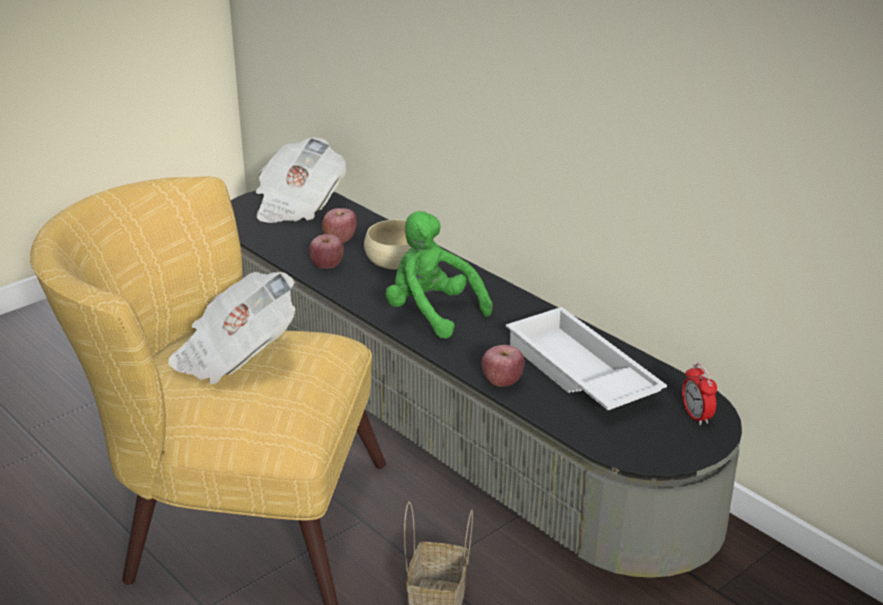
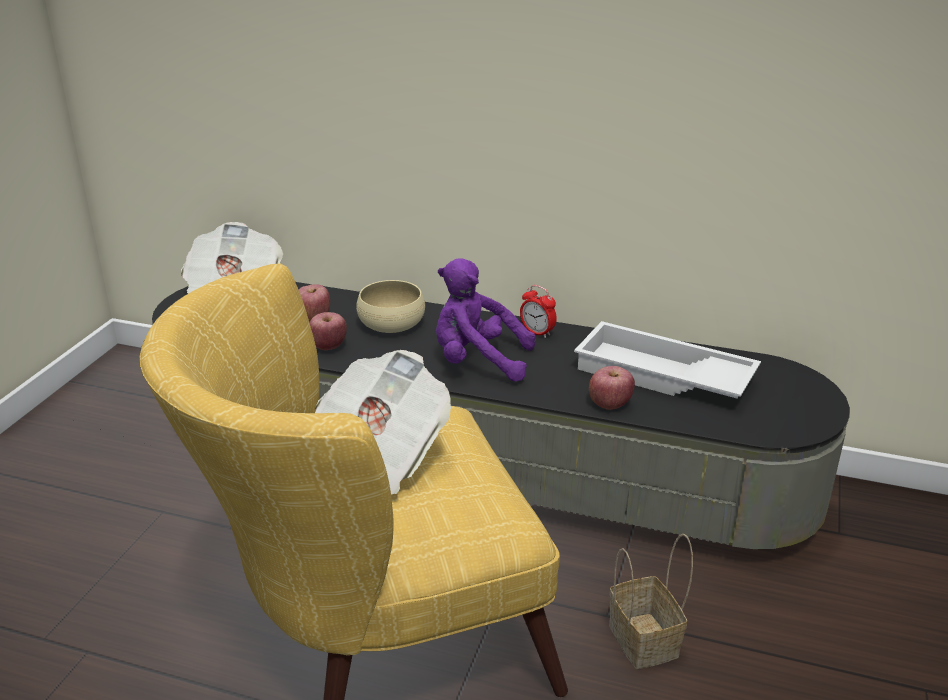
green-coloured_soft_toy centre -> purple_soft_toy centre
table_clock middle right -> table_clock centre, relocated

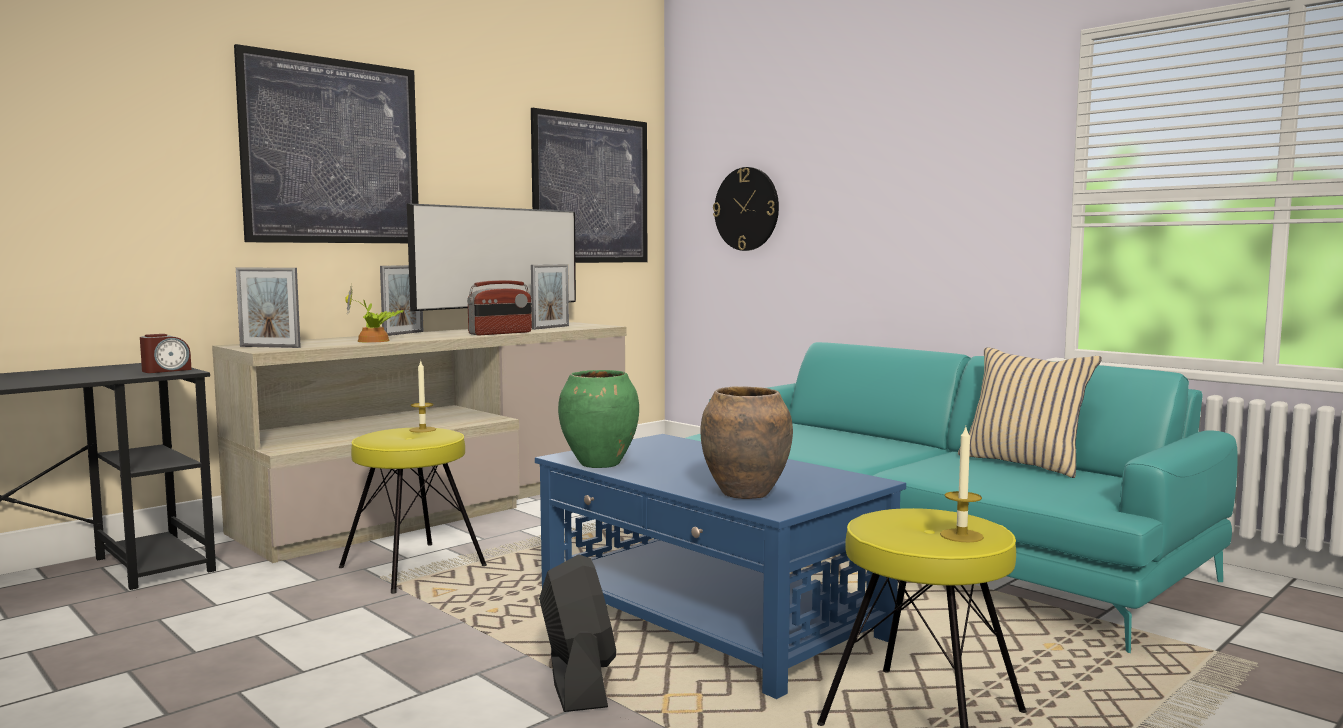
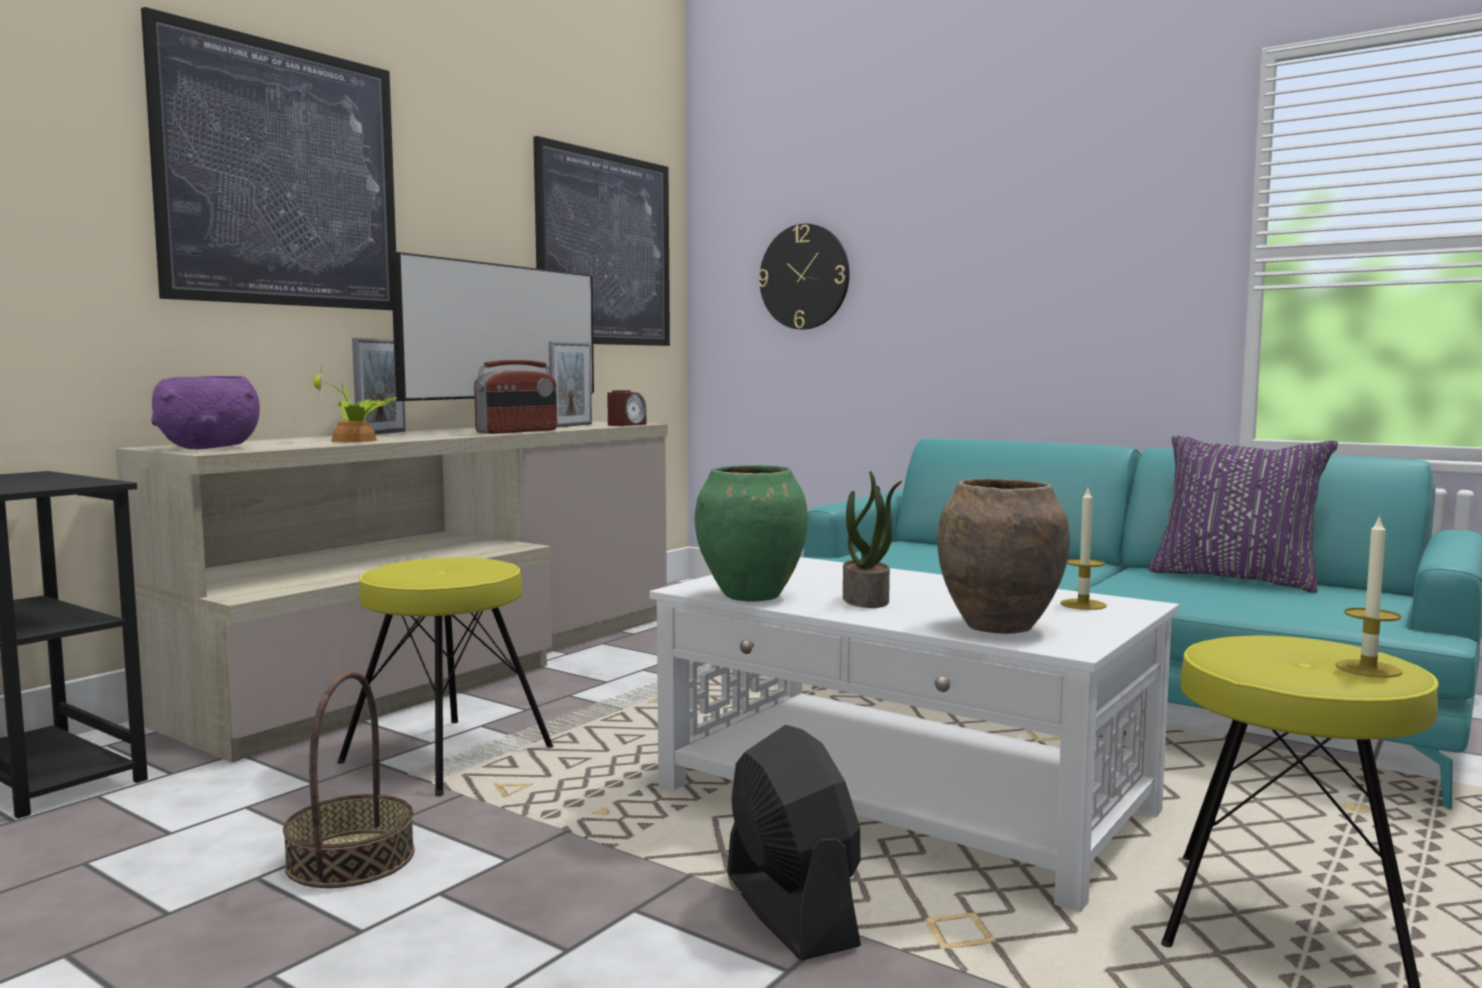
photo_frame (no. 1 from left) middle left -> purple_bowl middle left
none -> household_basket bottom left
table_clock middle left -> table_clock centre, relocated
blue-coloured_lounge_table bottom centre -> white-coloured_lounge_table bottom centre
none -> plant_in_a_pot (no. 2 from left) centre
wax_candle (no. 1 from left) middle left -> wax_candle (no. 1 from left) middle right, relocated
sand-coloured_pillow middle right -> purple_pillow middle right

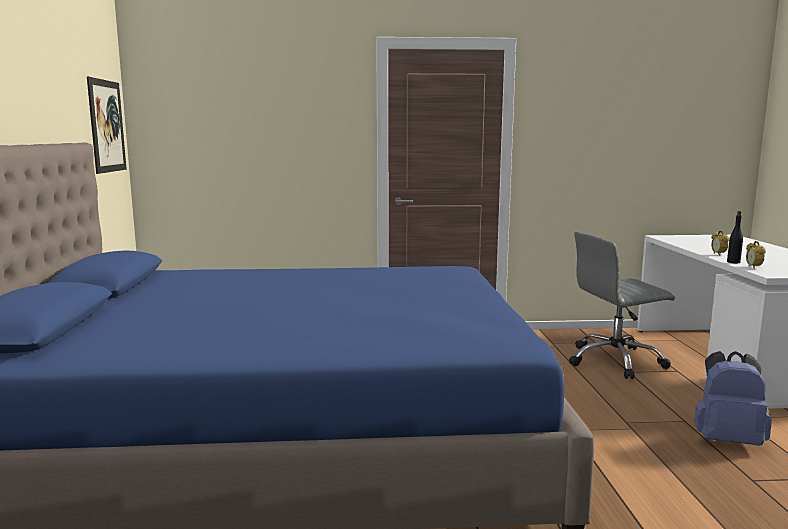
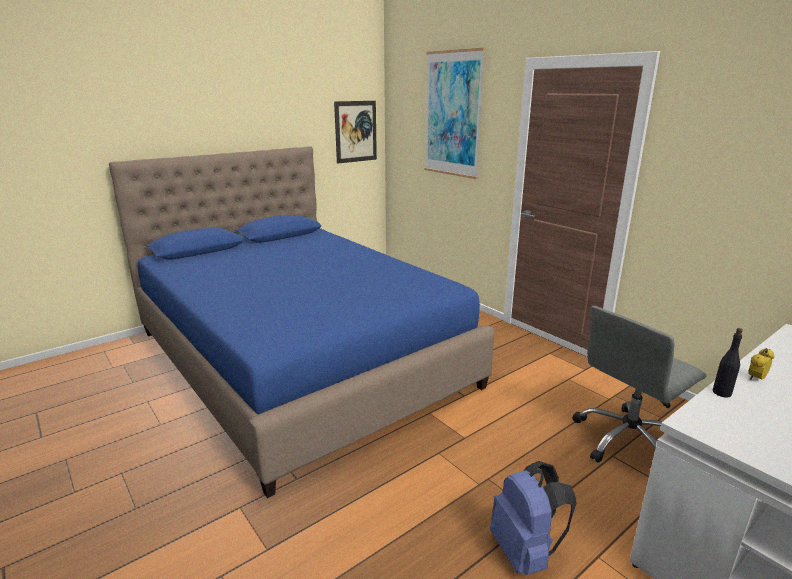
none -> wall_picture (no. 2 from left) top centre
grey_office_chair middle right, 75 degrees counterclockwise
table_clock (no. 2 from left) middle right -> none

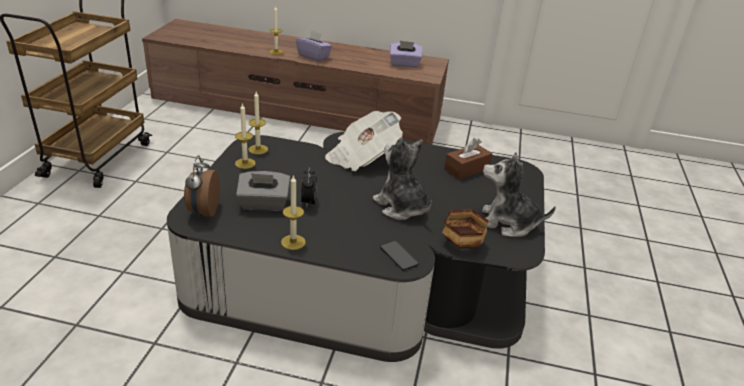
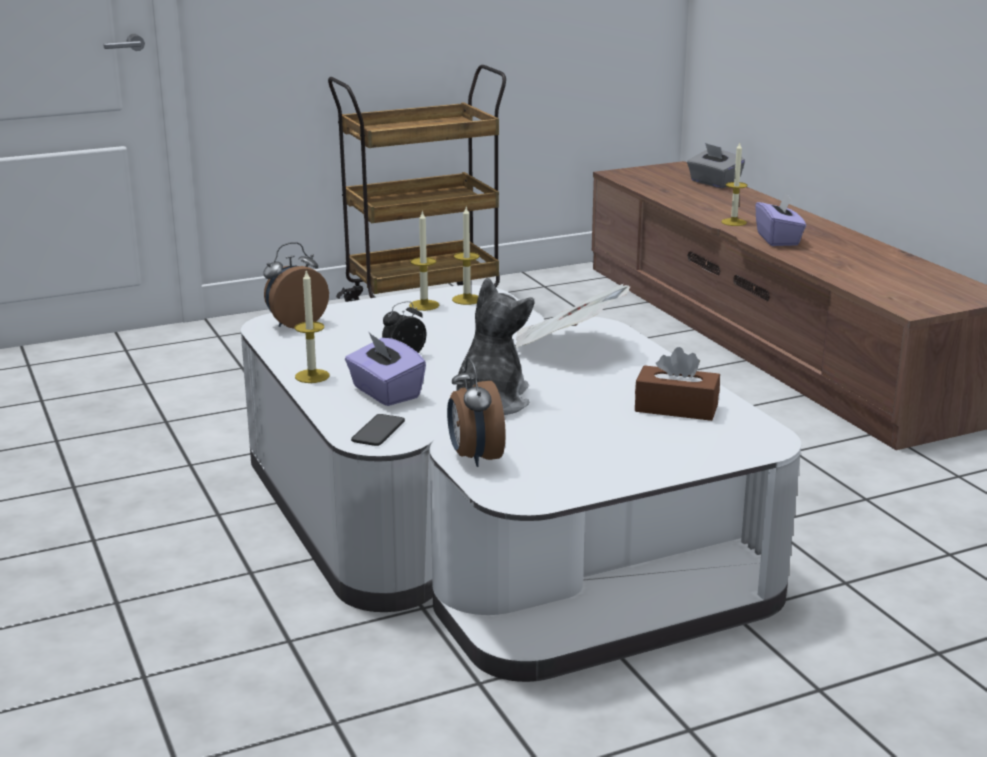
blackish_lounge_table centre -> white-coloured_lounge_table centre
purple_tissue_box (no. 2 from left in the first image) top centre -> purple_tissue_box (no. 1 from left) centre, relocated
bowl centre -> table_clock (no. 3 from left) centre
grey_tissue_box centre -> grey_tissue_box top right, relocated
soft_toy (no. 2 from left) middle right -> none

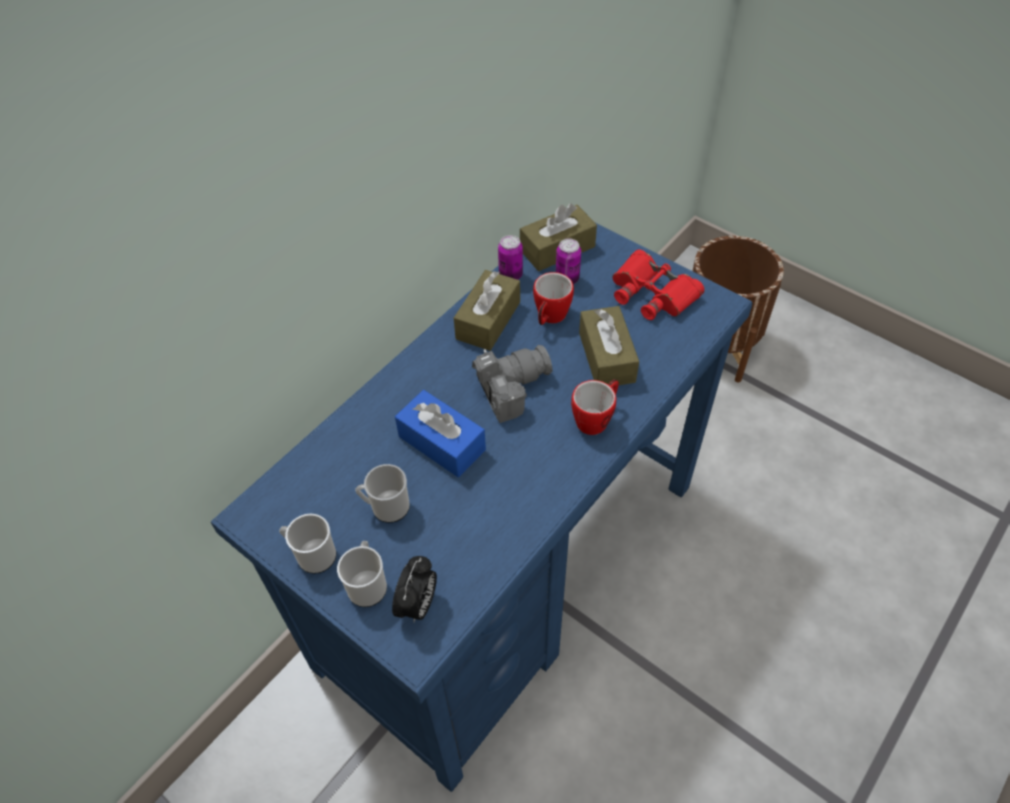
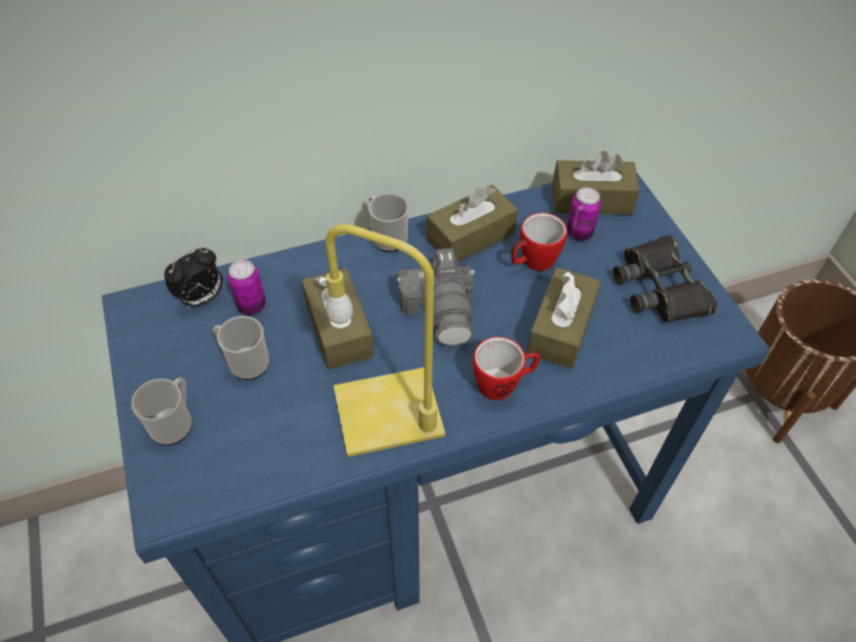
table_clock bottom centre -> table_clock middle left, relocated
sealed_can (no. 1 from left) top centre -> sealed_can (no. 1 from left) middle left, relocated
blue-coloured_tissue_box centre -> brownish_tissue_box (no. 1 from left) centre
none -> yellow_tabletop_lamp centre
mug (no. 1 from left in the first image) bottom left -> mug (no. 3 from left) centre, relocated
photo_camera centre, 75 degrees clockwise
reddish_field_glasses centre -> blackish_field_glasses middle right

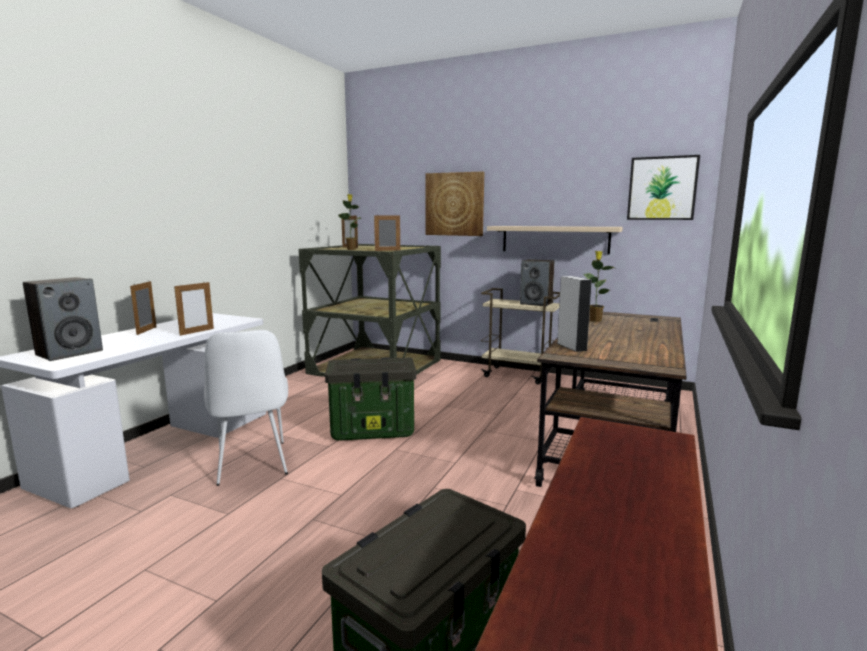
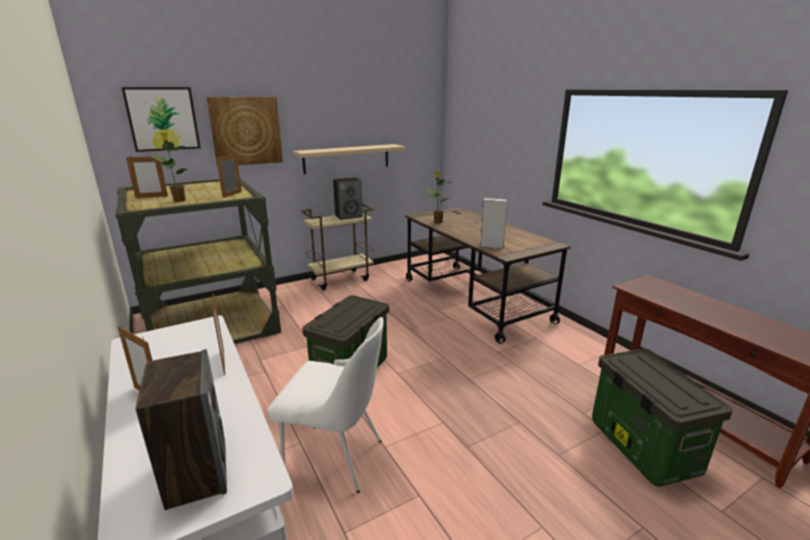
wall_picture (no. 2 from left in the first image) top right -> wall_picture (no. 1 from left) top left, relocated

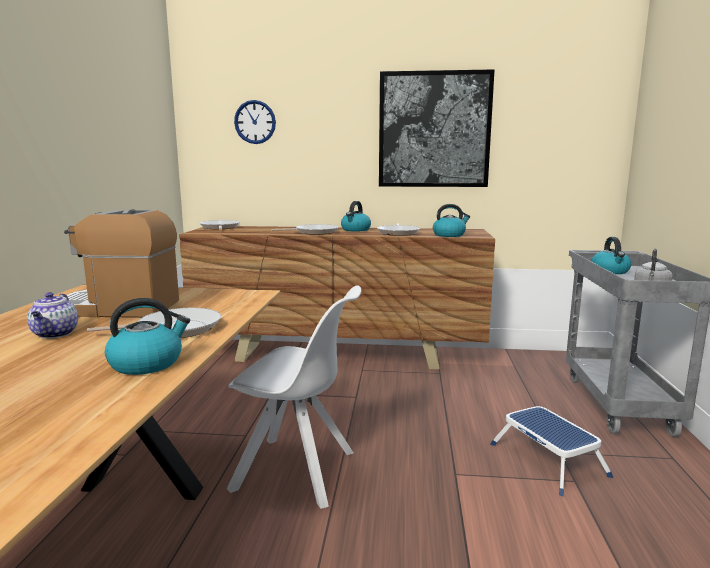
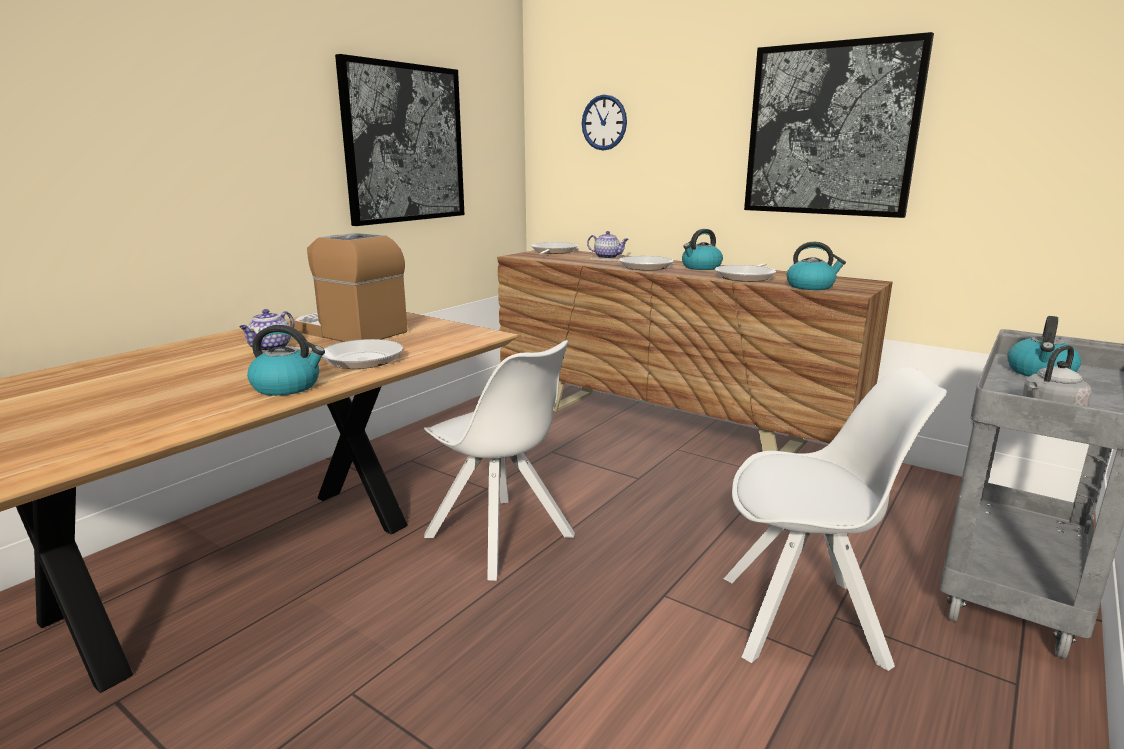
none -> wall_picture (no. 1 from left) top centre
none -> teapot (no. 2 from left) top centre
blue-coloured_stepladder bottom right -> white-coloured_upright_chair (no. 2 from left) bottom right

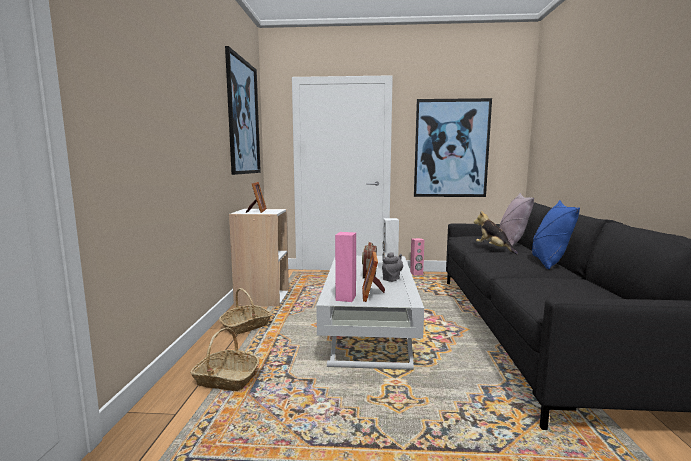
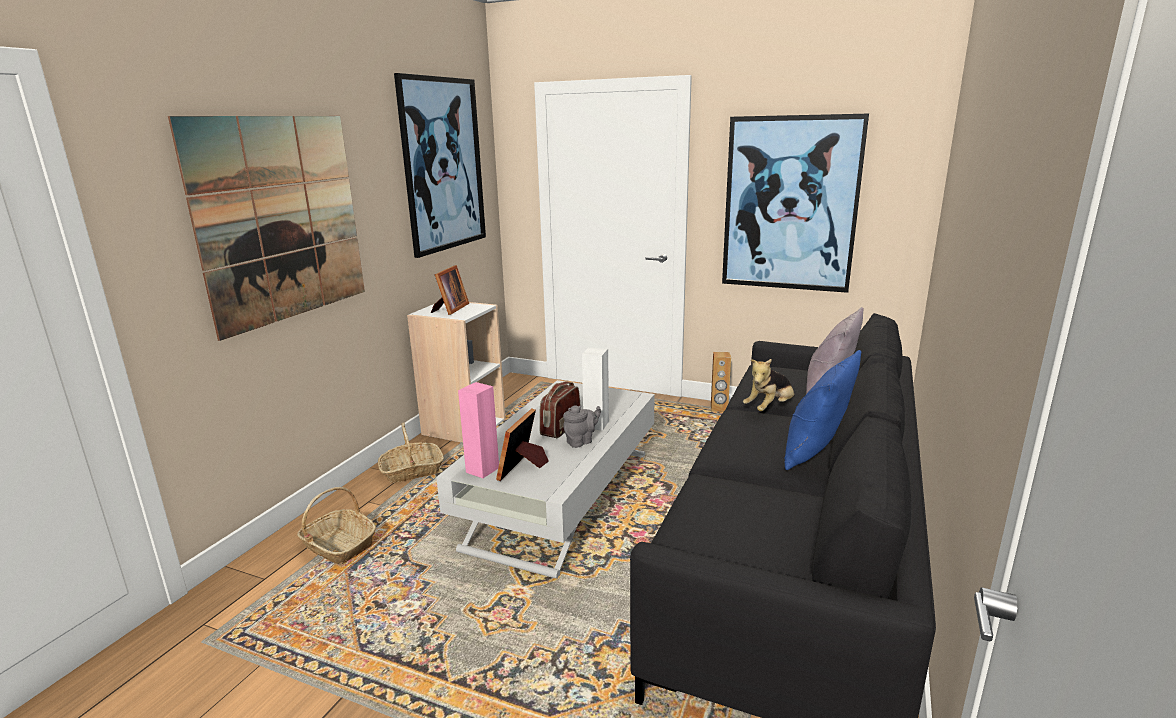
none -> wall_picture (no. 1 from left) top left
pinkish_loudspeaker (no. 2 from left) centre -> brownish_loudspeaker centre
soft_toy middle right -> soft_toy centre, 120 degrees counterclockwise

